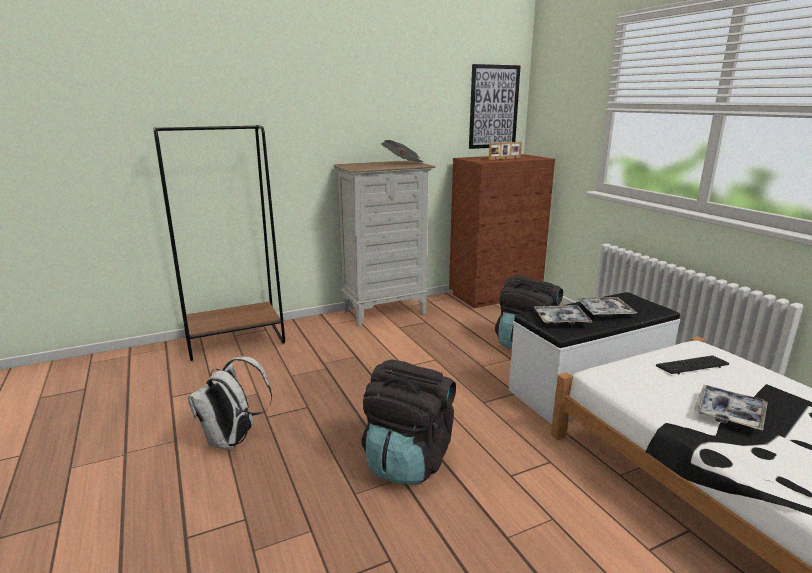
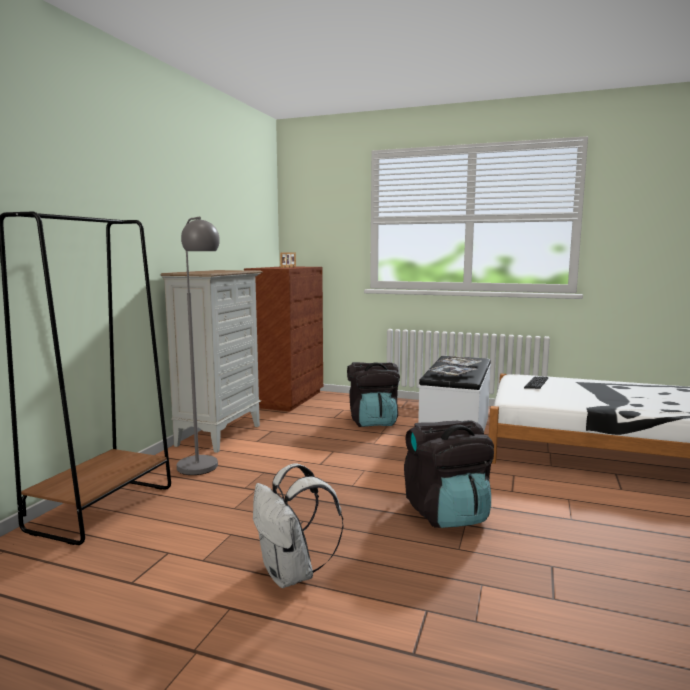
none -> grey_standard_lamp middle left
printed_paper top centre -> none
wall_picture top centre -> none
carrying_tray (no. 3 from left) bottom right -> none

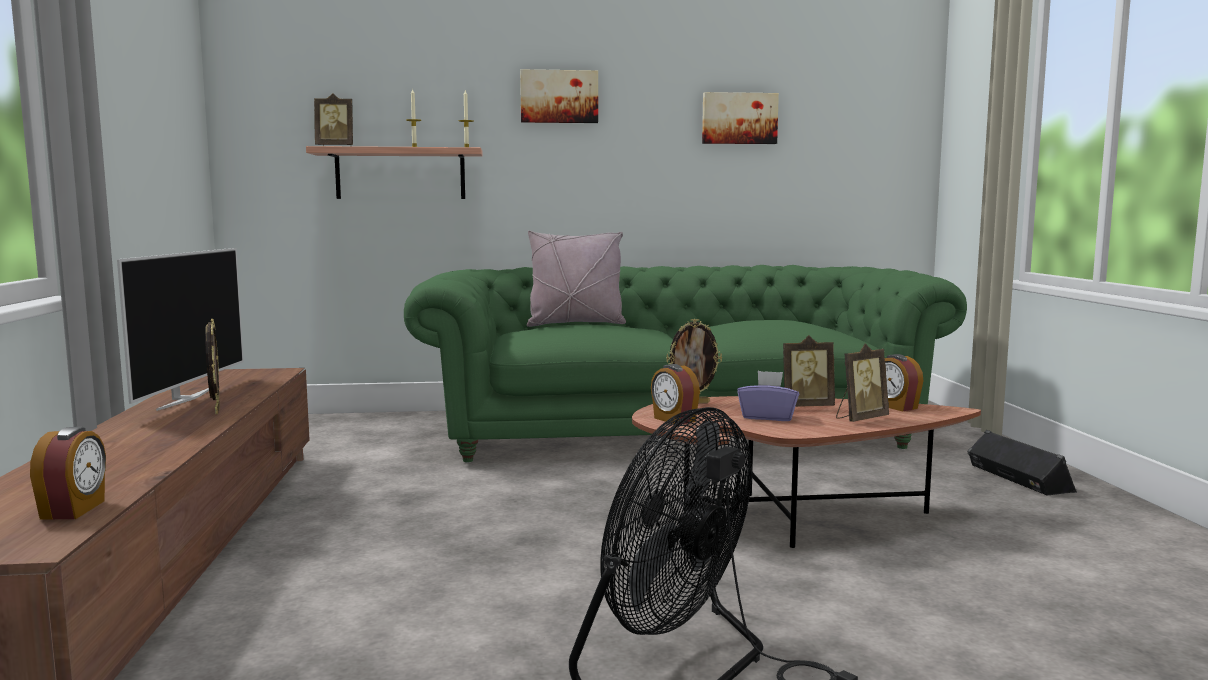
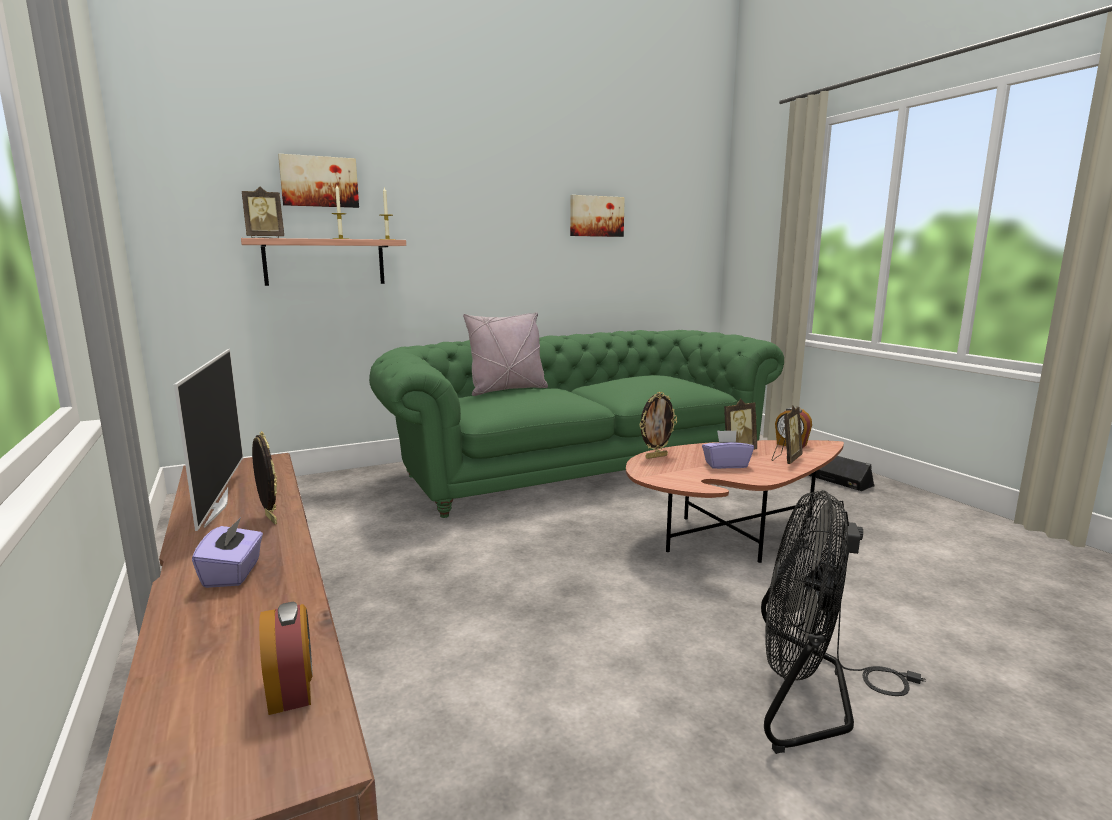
none -> purple_tissue_box (no. 1 from left) bottom left
wall_picture (no. 1 from left) top centre -> wall_picture (no. 1 from left) top left, relocated
table_clock (no. 2 from left) centre -> none

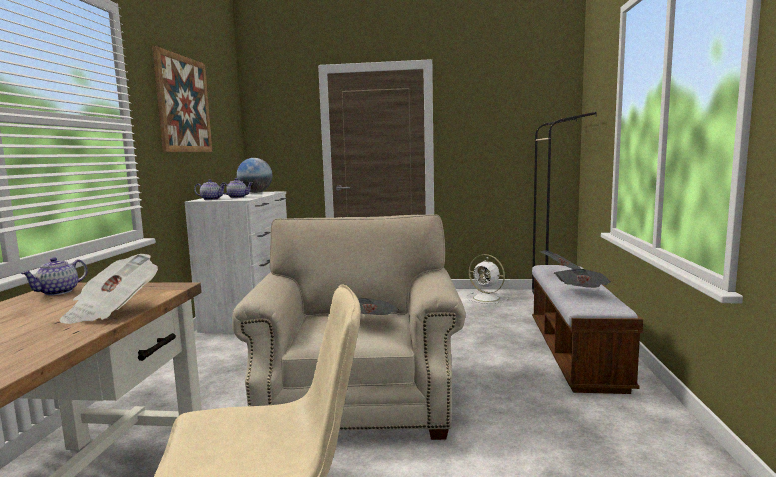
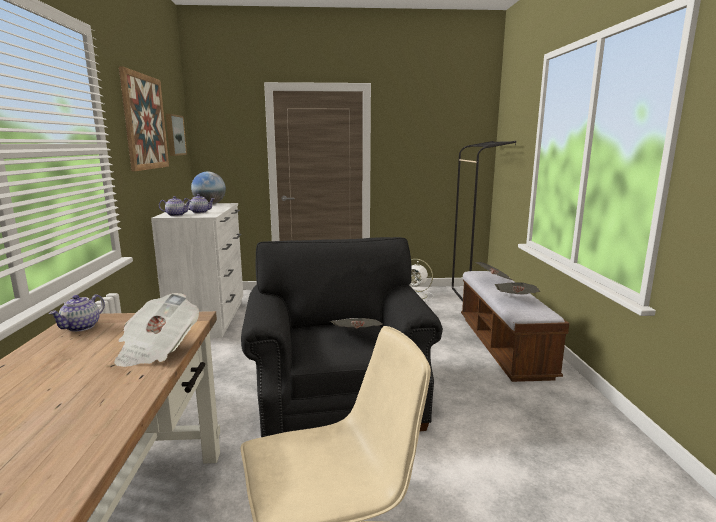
none -> wall_picture (no. 2 from left) top left
sand-coloured_lounge_chair bottom centre -> blackish_lounge_chair centre

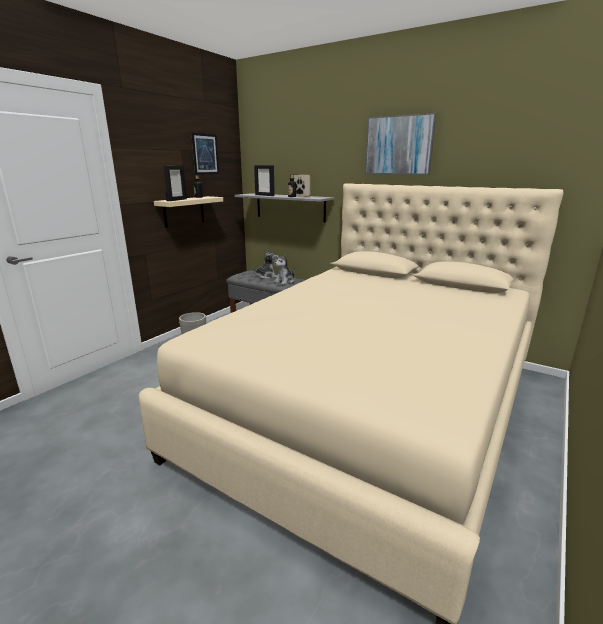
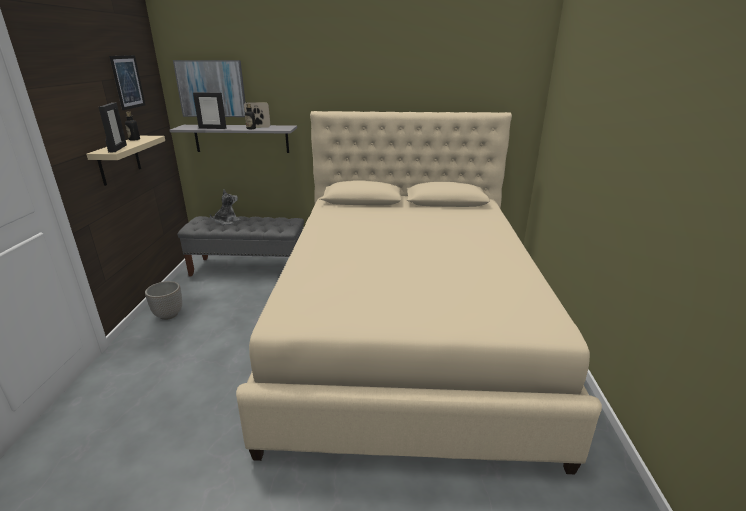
wall_picture (no. 2 from left) top centre -> wall_picture (no. 2 from left) top left, relocated
soft_toy (no. 2 from left) centre -> none

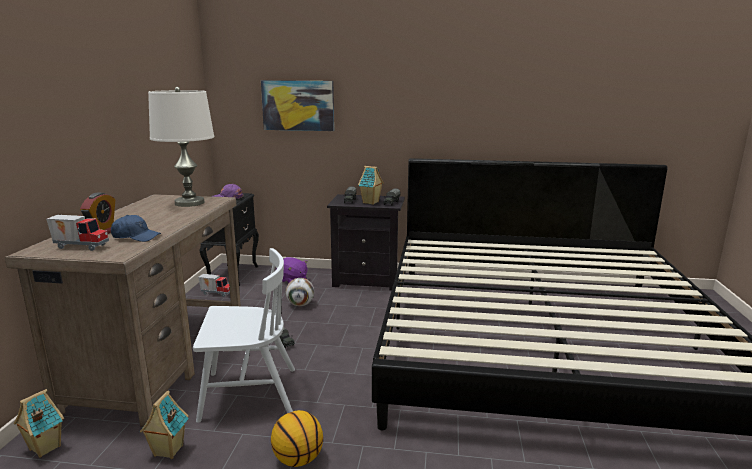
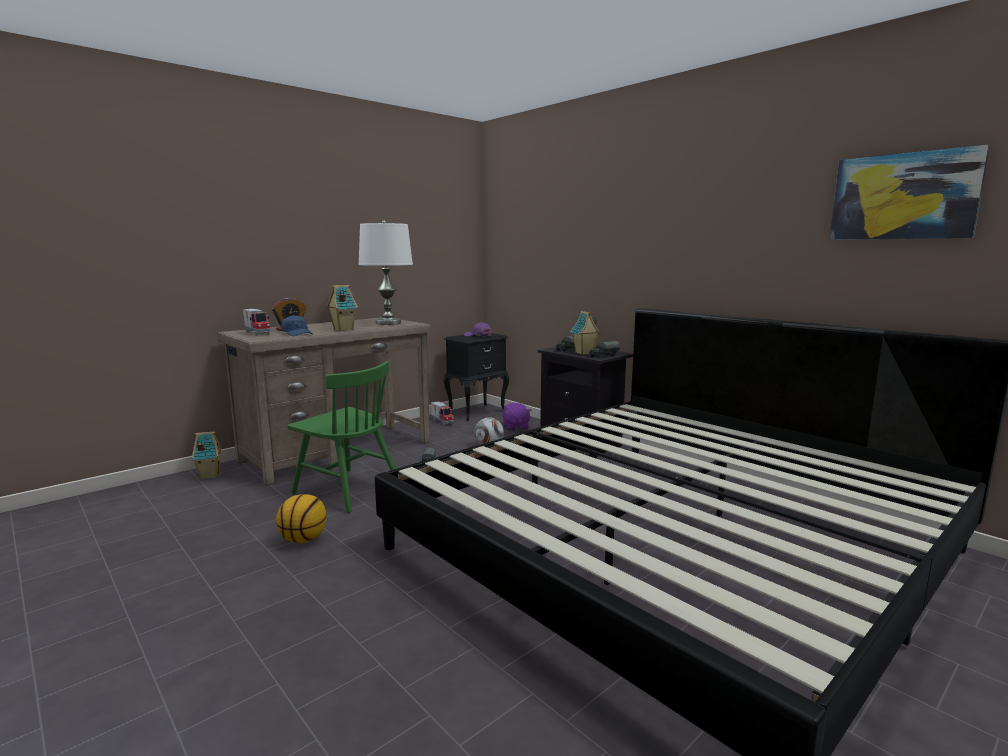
white-coloured_upright_chair bottom left -> green-coloured_upright_chair centre
toy_house (no. 2 from left) bottom left -> toy_house (no. 2 from left) centre, relocated
wall_picture top centre -> wall_picture top right, relocated

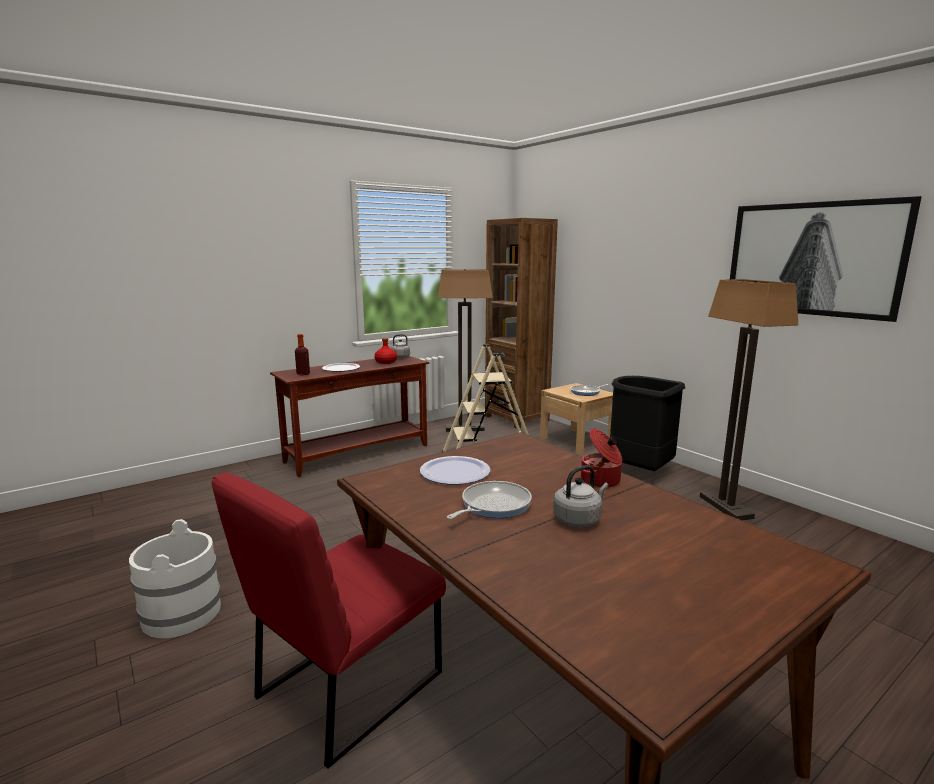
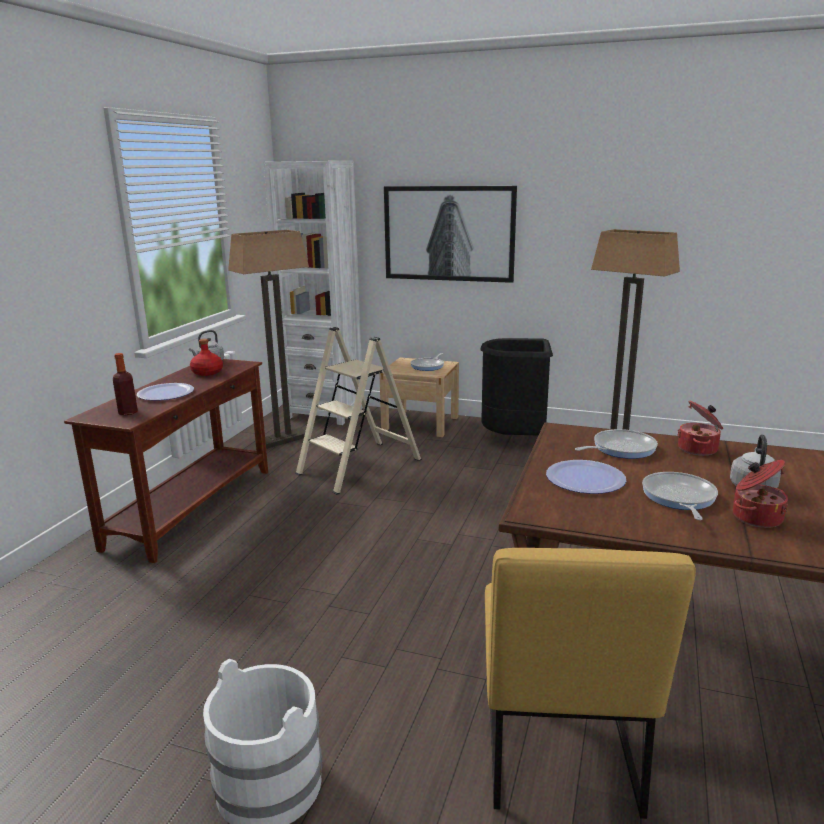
brownish_bookcase centre -> white-coloured_bookcase centre
wall_picture top right -> wall_picture top centre, relocated
reddish_upright_chair bottom centre -> yellow_upright_chair bottom right
none -> pan (no. 2 from left) middle right
none -> stockpot (no. 2 from left) middle right

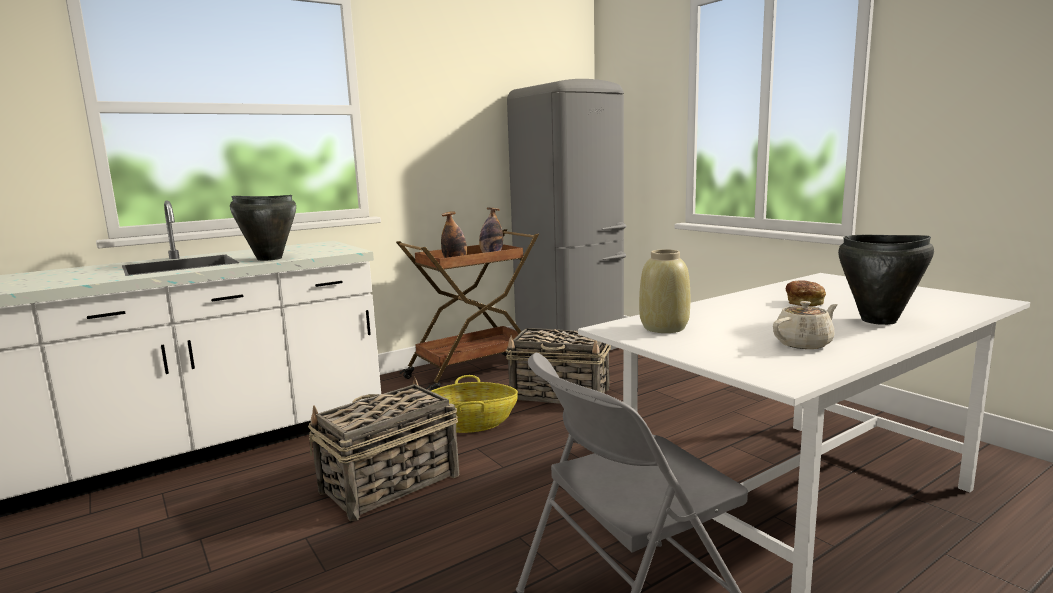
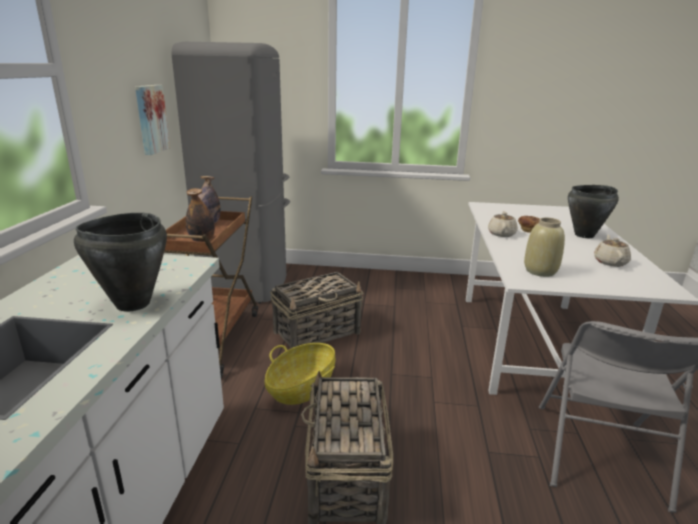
none -> wall_picture top left
none -> sand-coloured_teapot (no. 1 from left) middle right

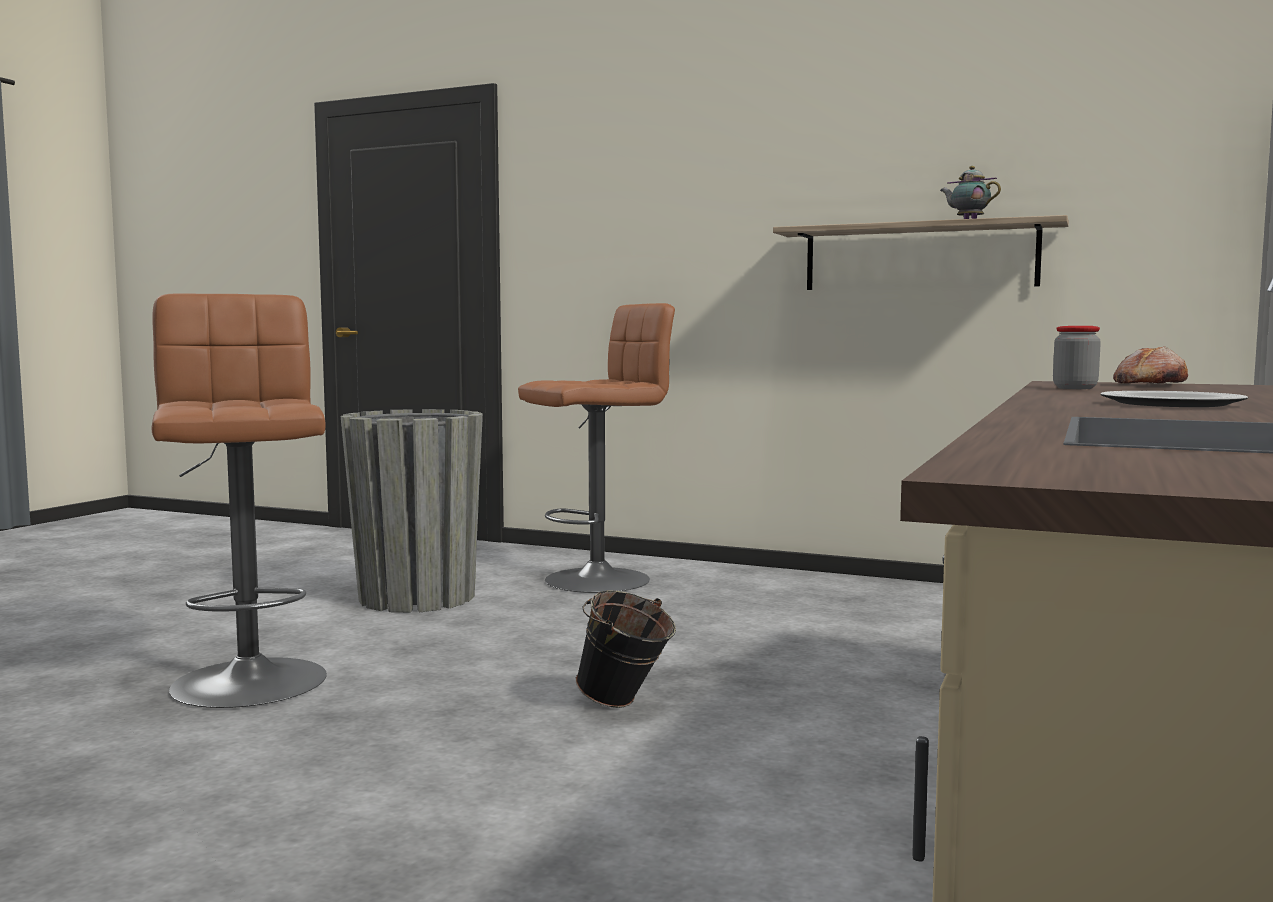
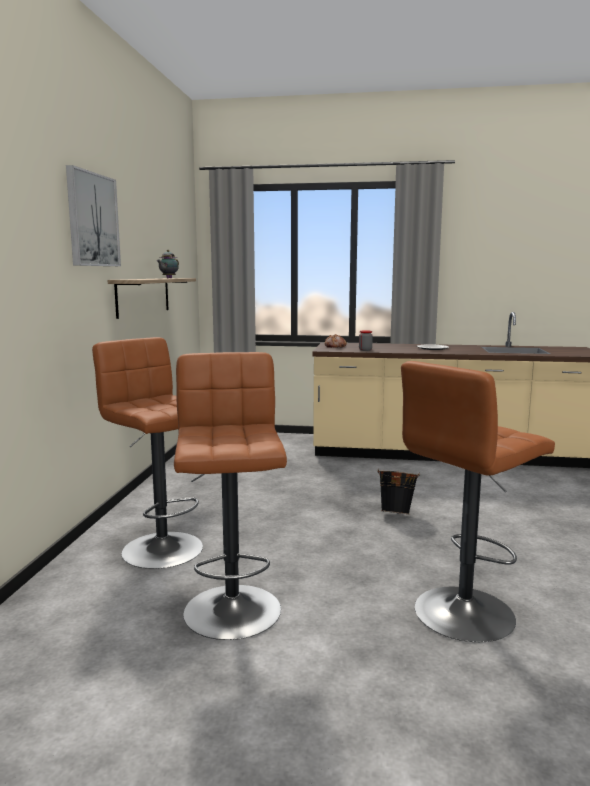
none -> wall_picture top left
grey_plant_pot middle left -> brownish_stool_seat (no. 2 from left) centre

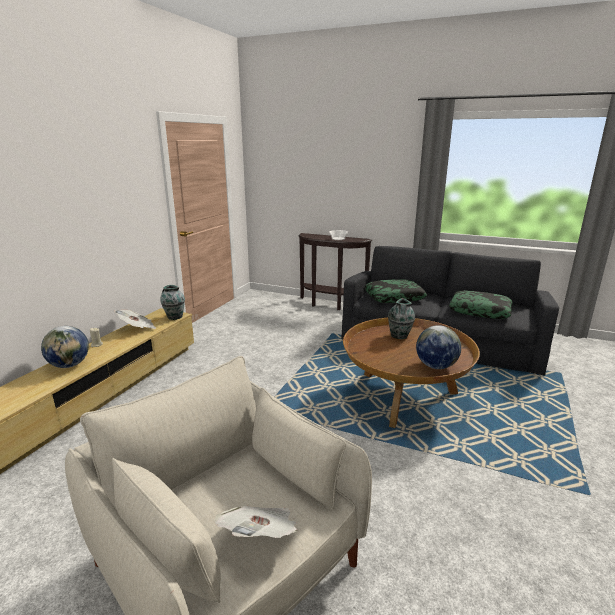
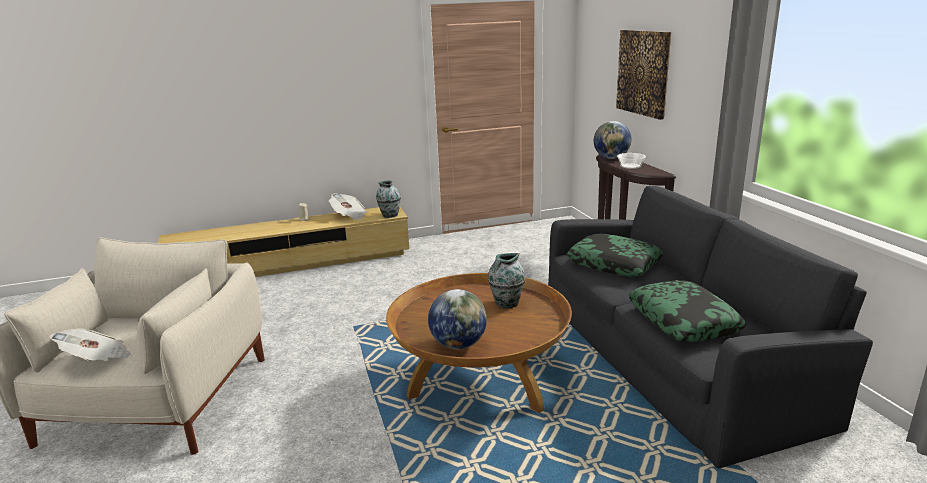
globe (no. 1 from left in the first image) middle left -> globe (no. 2 from left) top centre, relocated
none -> wall_picture top right

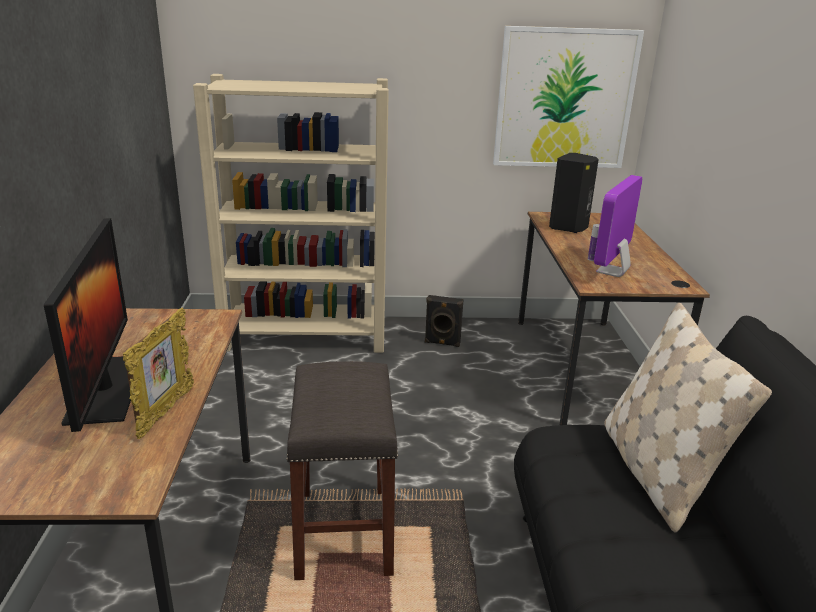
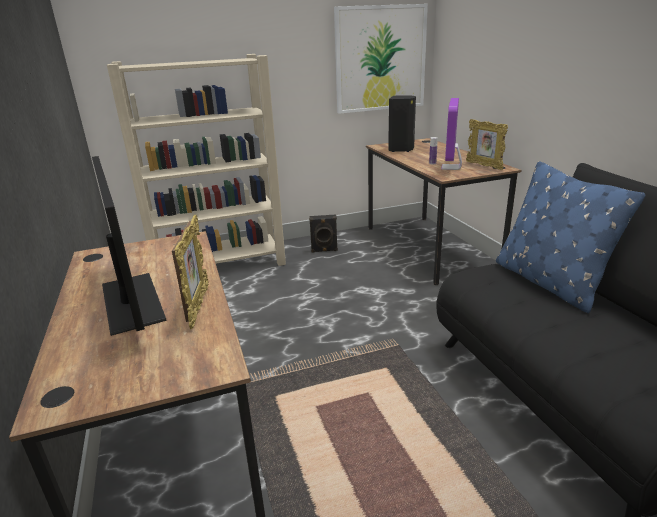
none -> photo_frame (no. 2 from left) top right
sand-coloured_pillow bottom right -> blue-coloured_pillow middle right
grey_stool_seat bottom centre -> none

